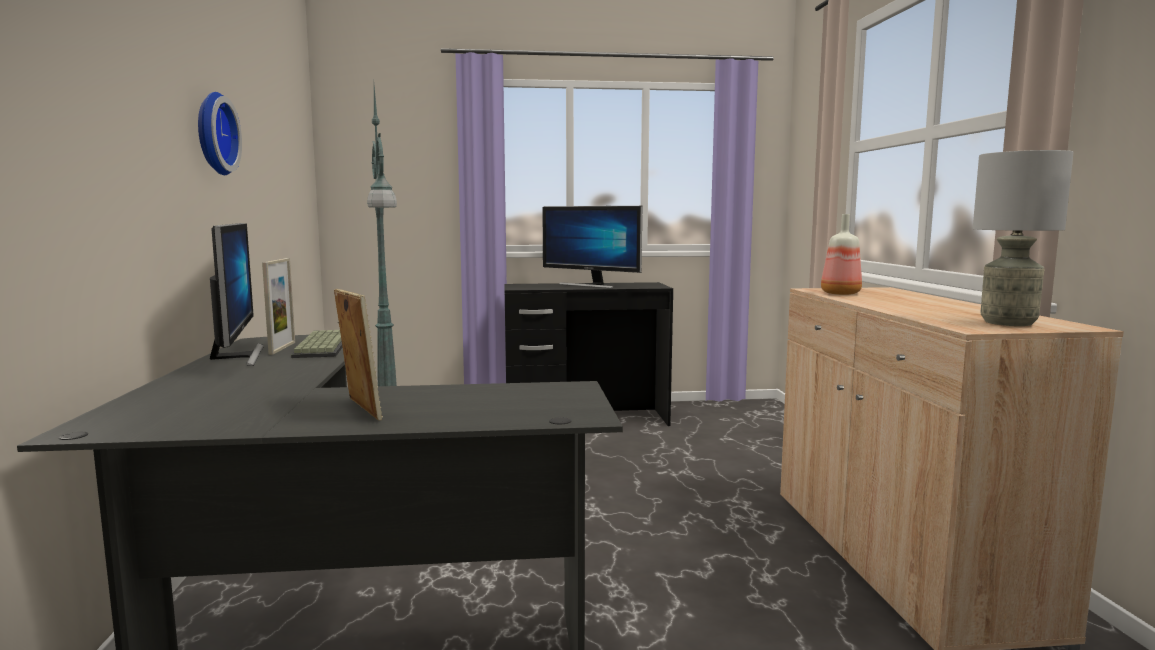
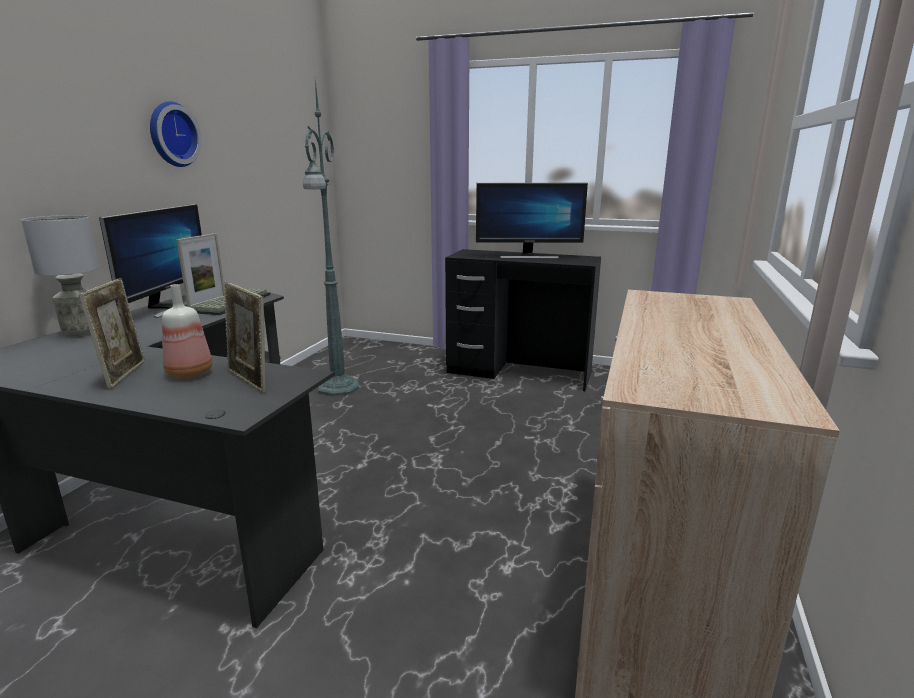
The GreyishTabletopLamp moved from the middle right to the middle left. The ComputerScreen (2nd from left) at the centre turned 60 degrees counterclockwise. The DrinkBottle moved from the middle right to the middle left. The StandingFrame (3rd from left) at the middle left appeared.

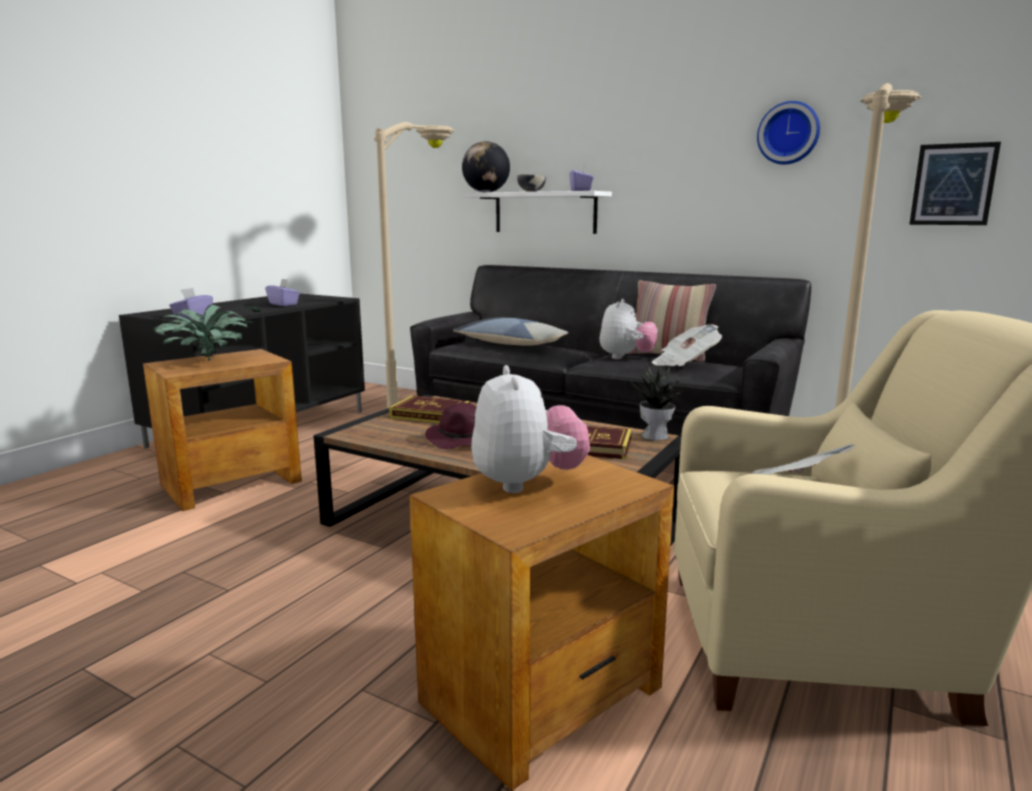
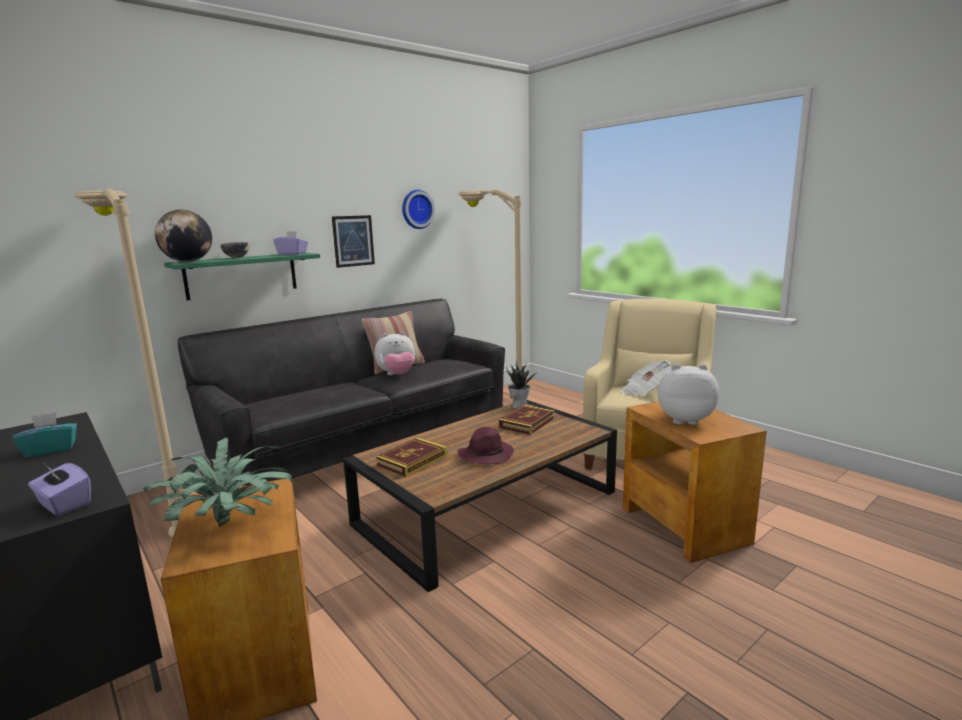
The Picture moved from the top right to the centre. The WhiteColouredShelf at the top centre became the GreenishShelf at the middle left. The PurpleTissueHolder (2nd from left) at the middle left became the TurquoiseTissueHolder at the middle left. The SoftToy (2nd from left in the first image) at the centre turned 120 degrees clockwise. The Pillow (1st from left) at the centre disappeared. The DailyPaper (1st from left) at the centre disappeared.

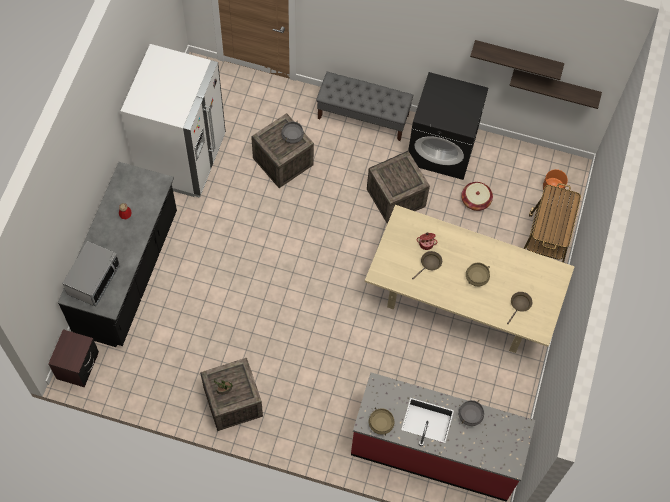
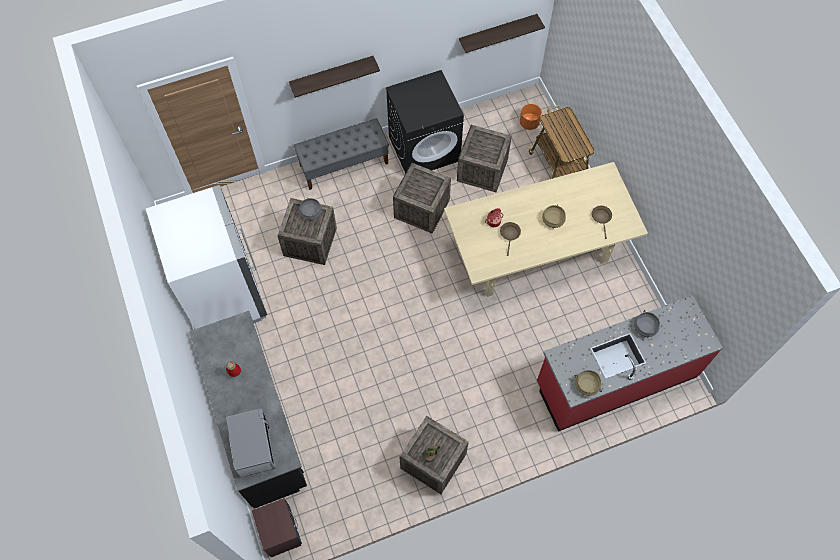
The Shelf (1st from left) moved from the top right to the top centre. The Basket at the middle right was replaced by the PackingCrate (4th from left) at the top centre.

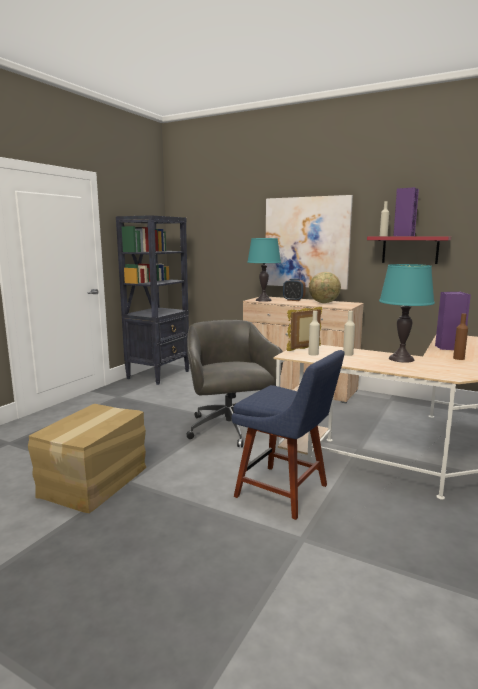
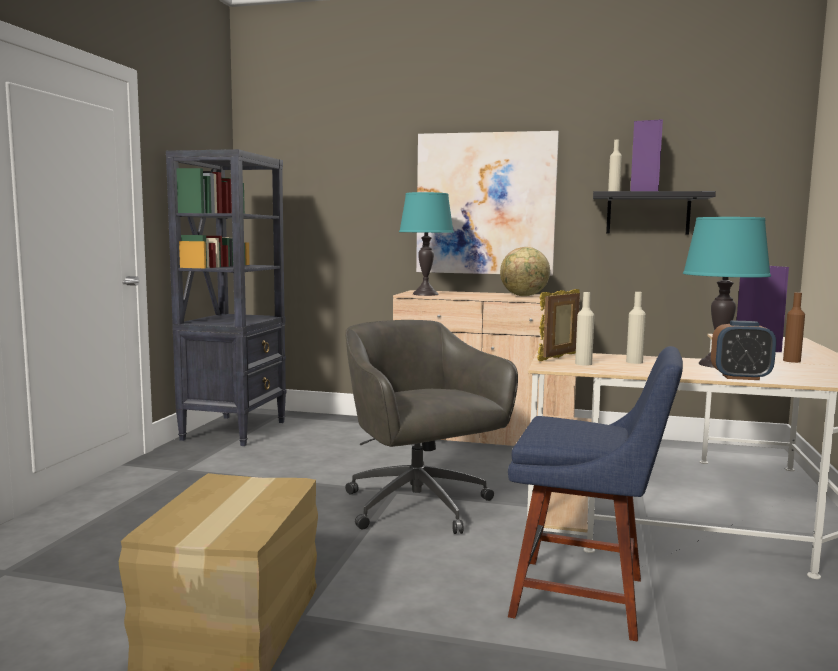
The RedColouredShelf at the middle right became the BlackShelf at the top right. The TableClock moved from the centre to the middle right.

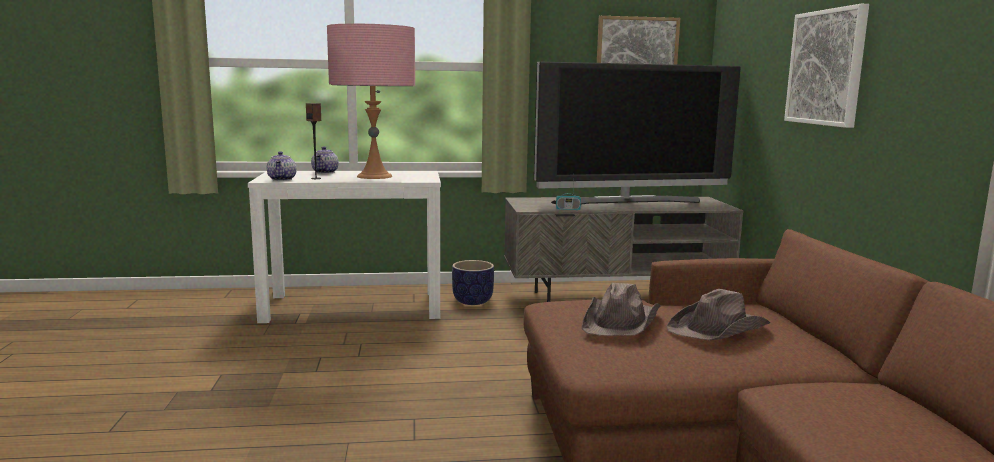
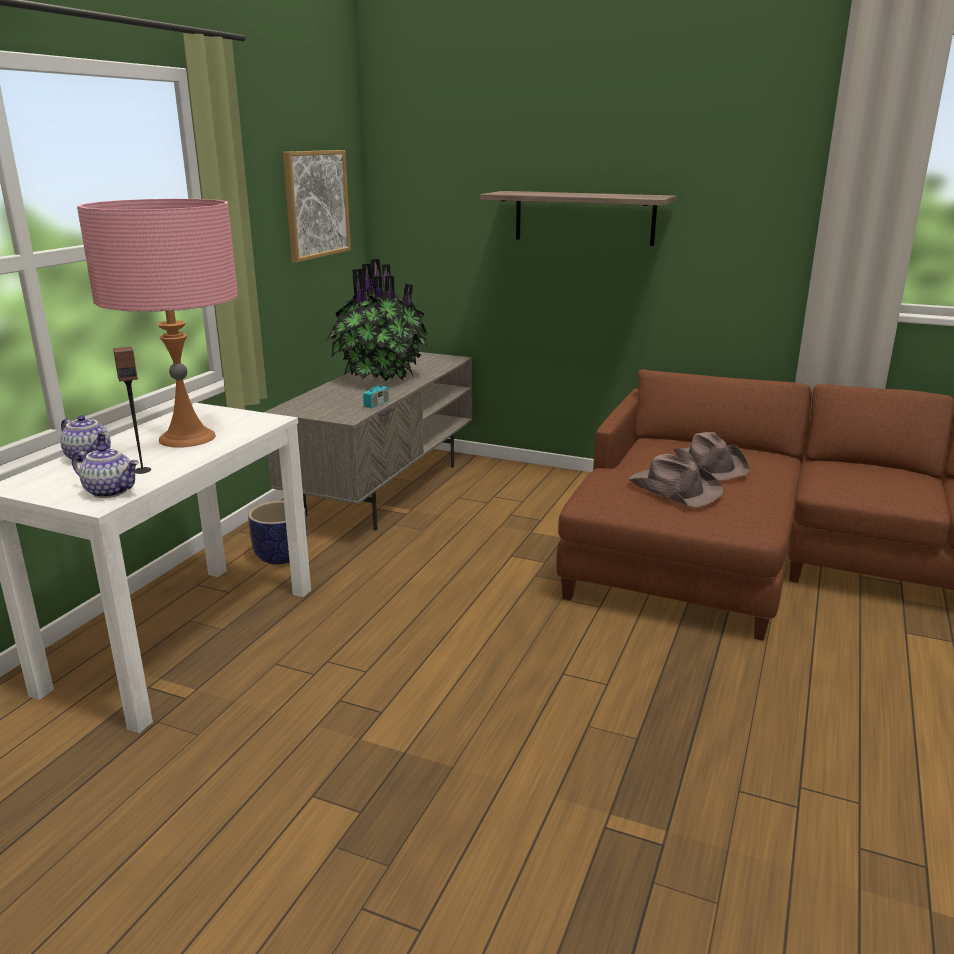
The Picture (2nd from left) at the top right was replaced by the Shelf at the top centre. The Television at the top centre was replaced by the PlantInAPot at the centre.

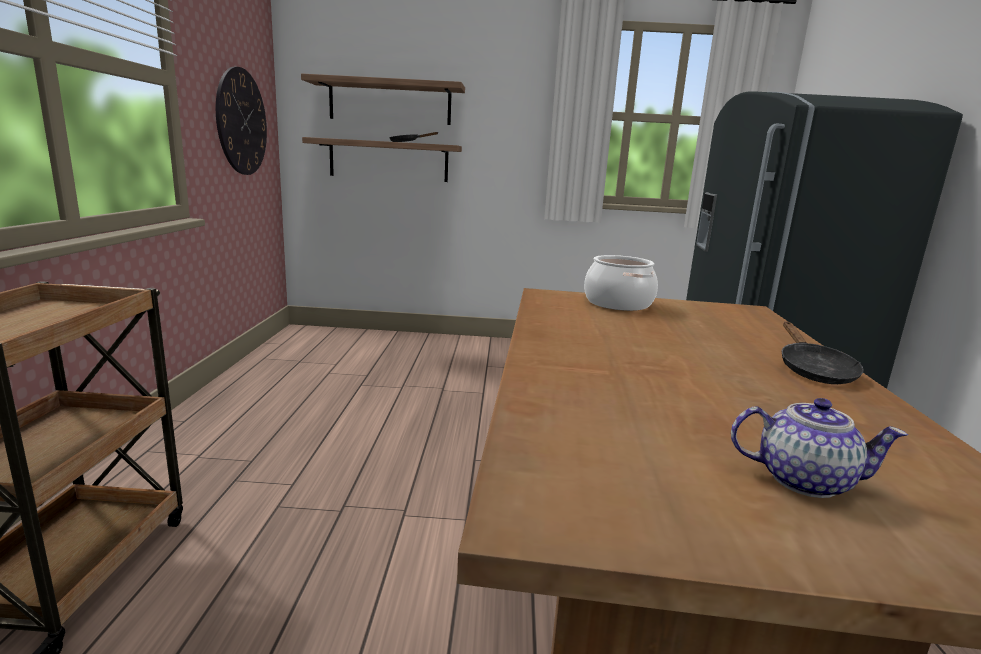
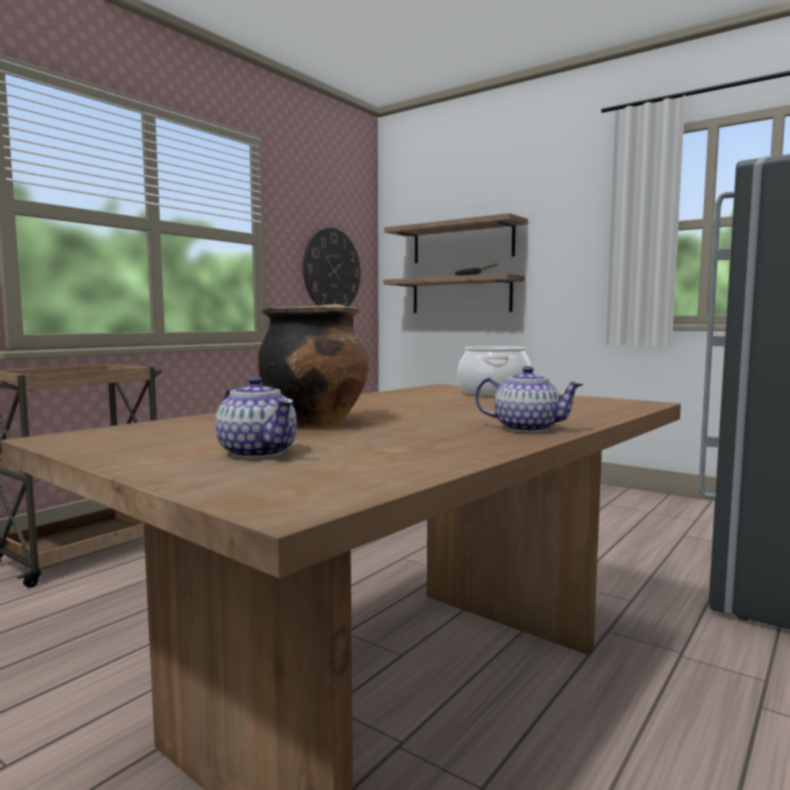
The BlackFryingPan (2nd from left) at the middle right was replaced by the TeaPot (2nd from left) at the middle right. The Stockpot (1st from left) at the centre appeared.

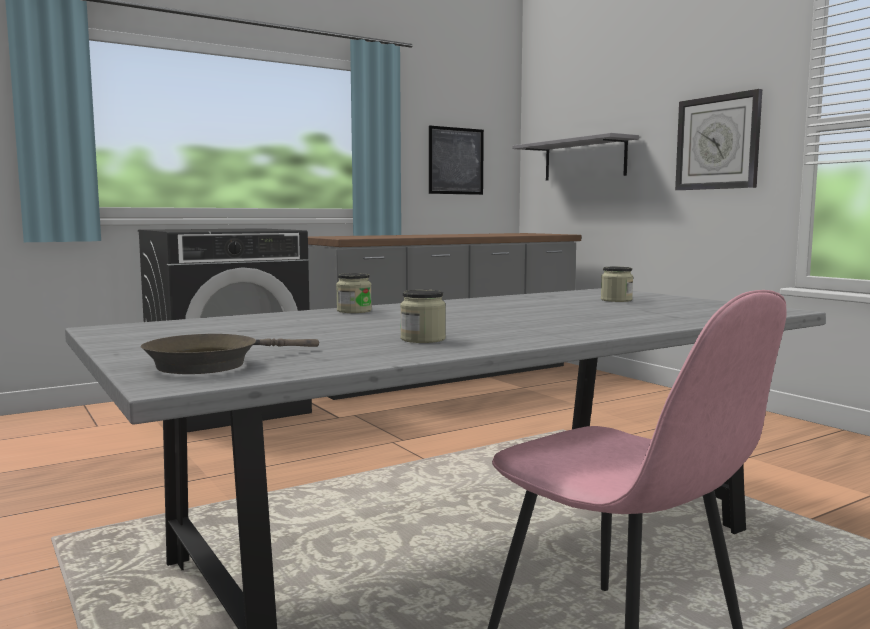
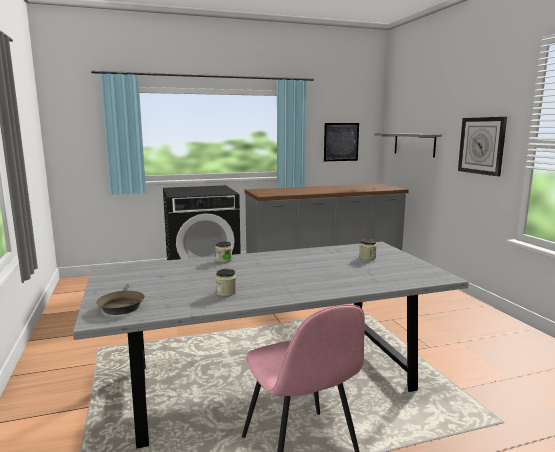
The BrownishFryingPan at the middle left turned 75 degrees counterclockwise.

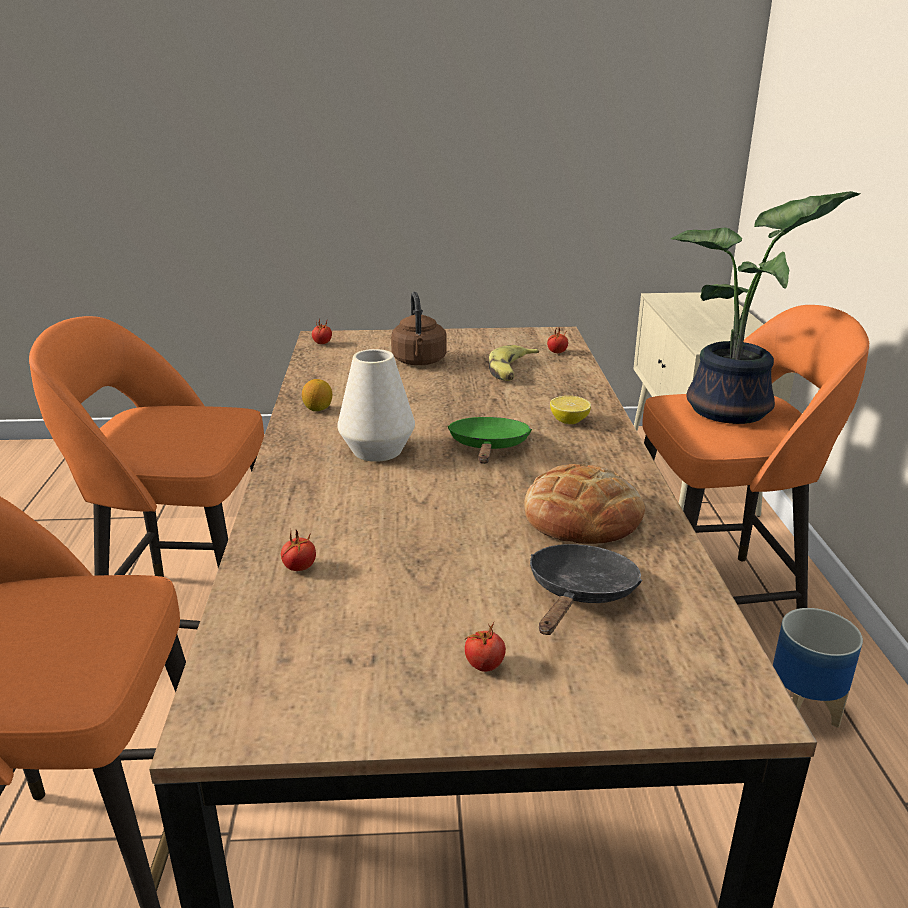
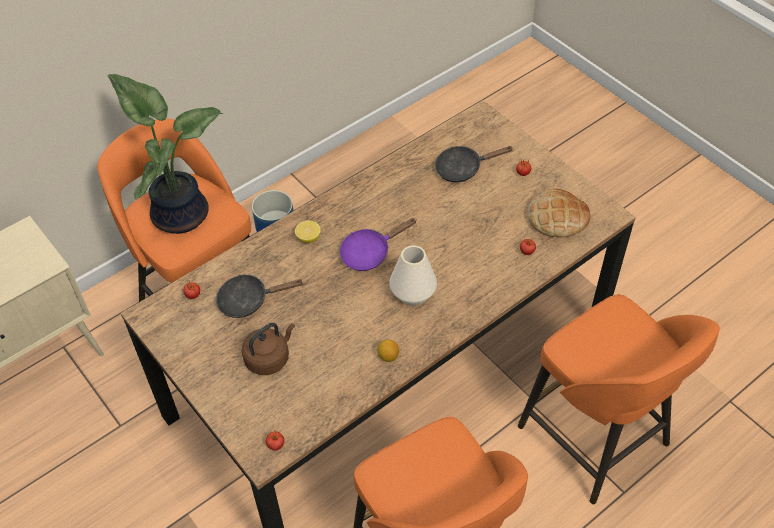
The BananaFruit at the centre was replaced by the BlackFryingPan (1st from left) at the centre. The GreenishFryingPan at the centre became the PurpleFryingPan at the centre. The Bread moved from the centre to the middle right.

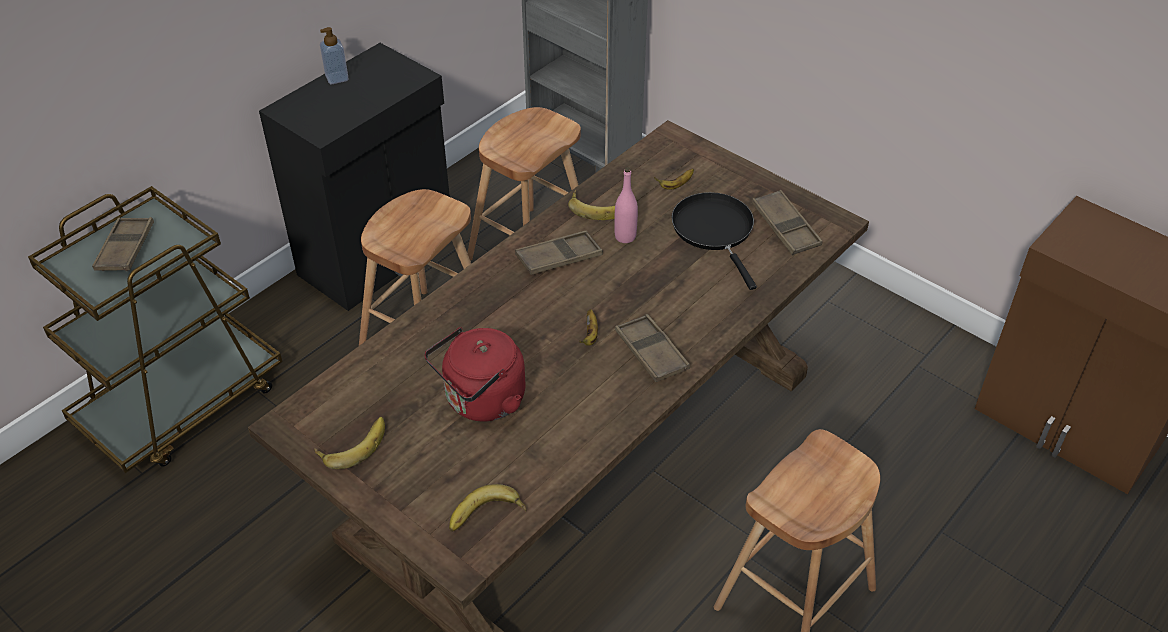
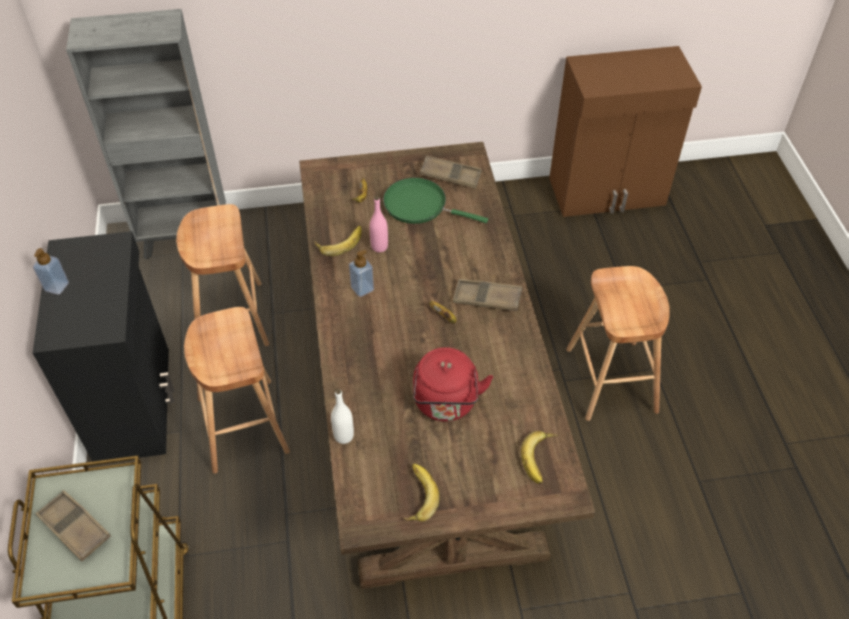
The BlackFryingPan at the centre became the GreenishFryingPan at the top centre. The BrownishServingTray (2nd from left) at the centre was replaced by the LiquidSoapBottle (2nd from left) at the centre. The WhiteColouredDrinkBottle at the bottom centre appeared.

